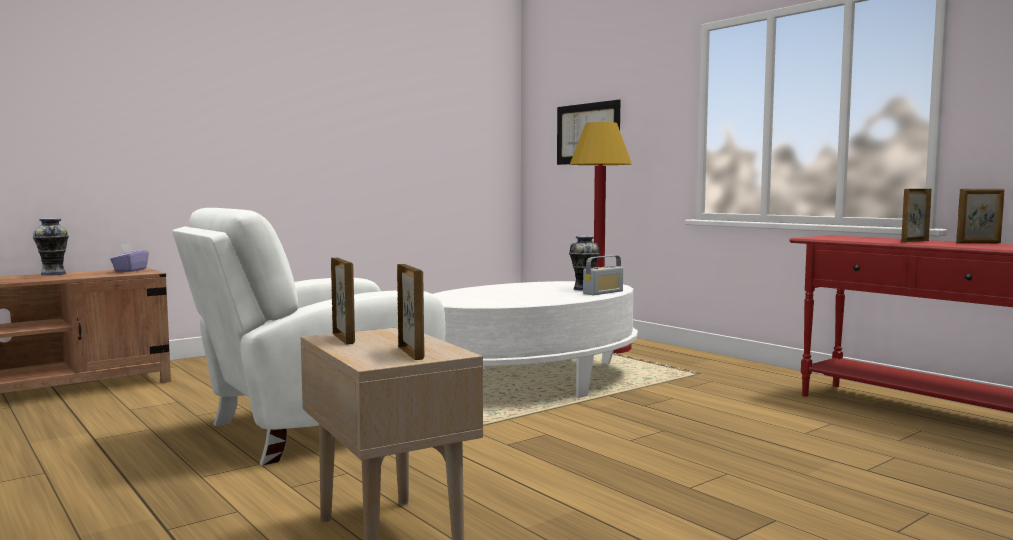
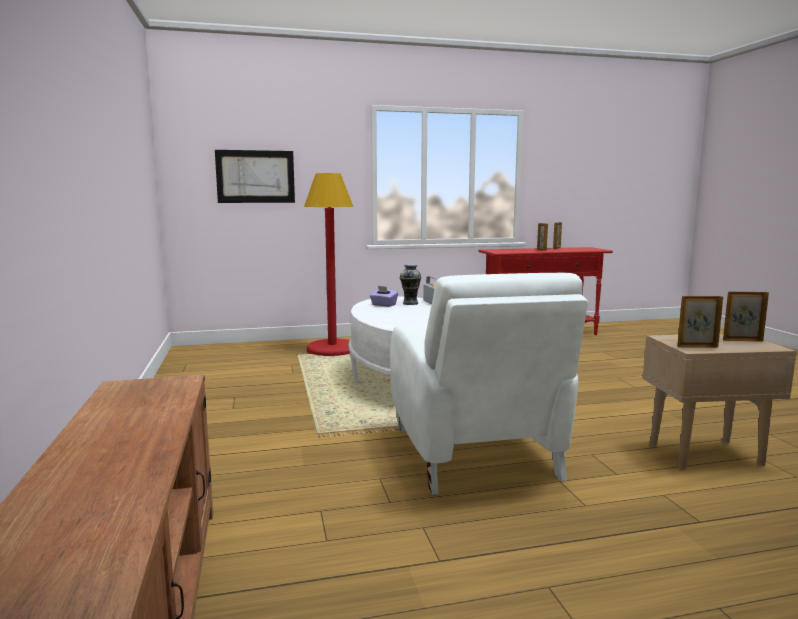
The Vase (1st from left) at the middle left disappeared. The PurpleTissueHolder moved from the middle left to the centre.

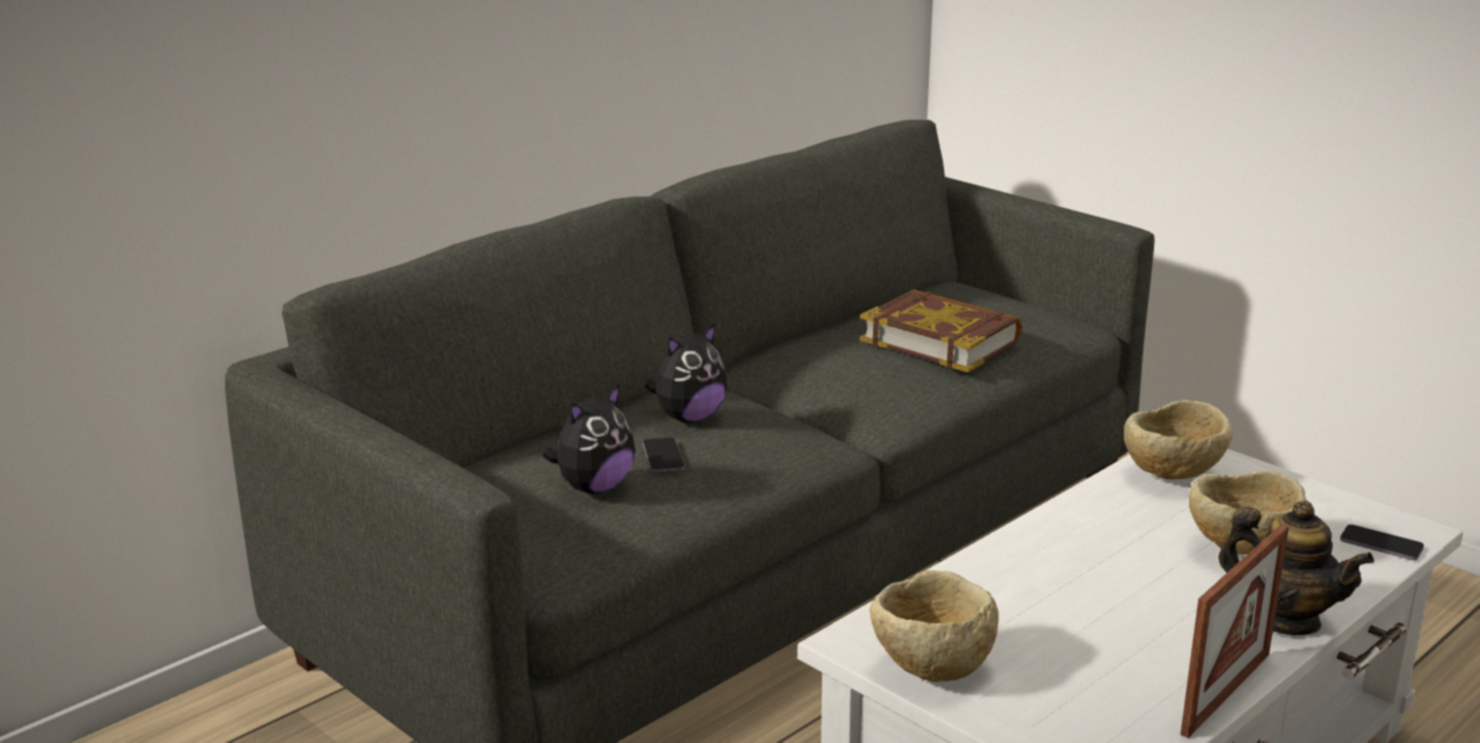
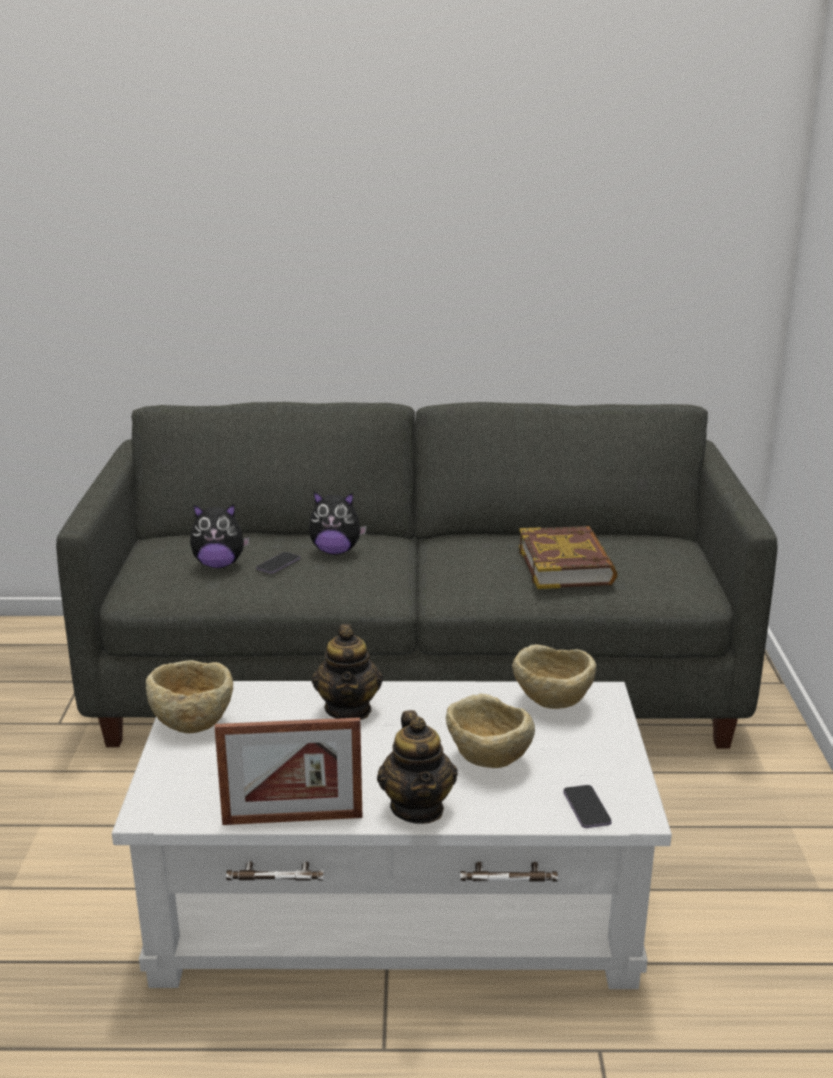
The TeaPot (1st from left) at the centre appeared.

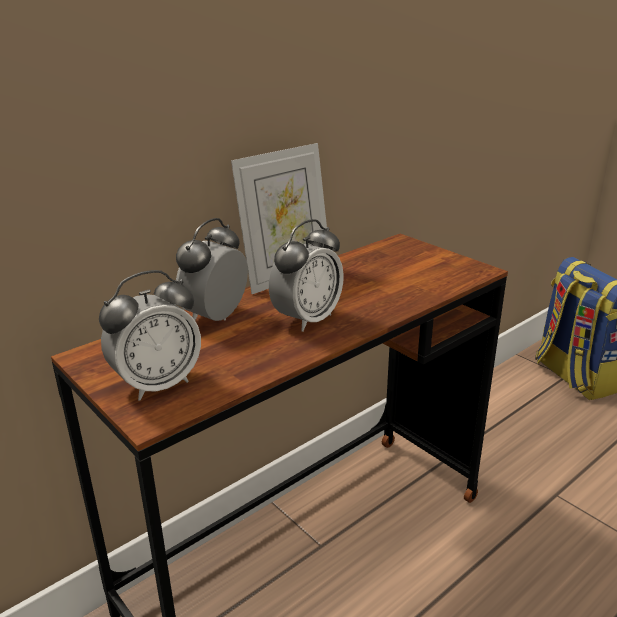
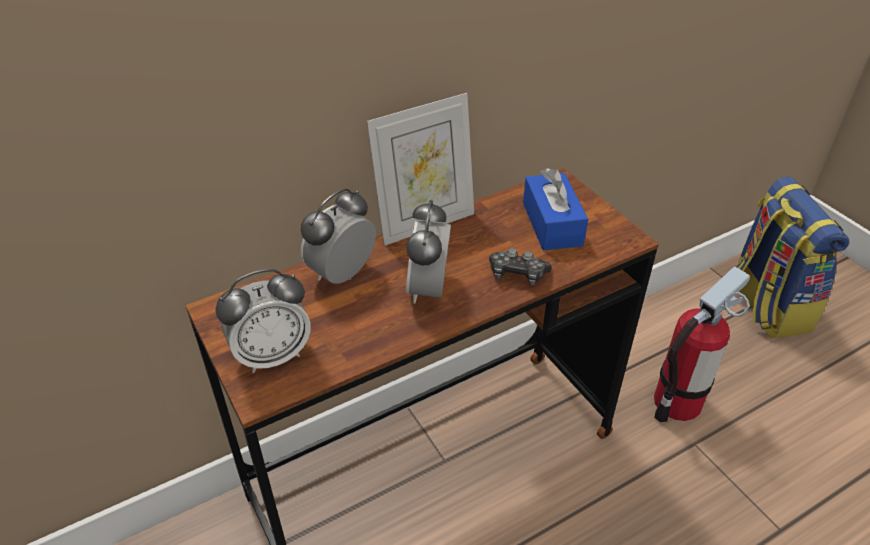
The TableClock (3rd from left) at the centre turned 135 degrees clockwise. The BlueTissueHolder at the centre appeared. The GameController at the centre appeared. The Extinguisher at the middle right appeared.

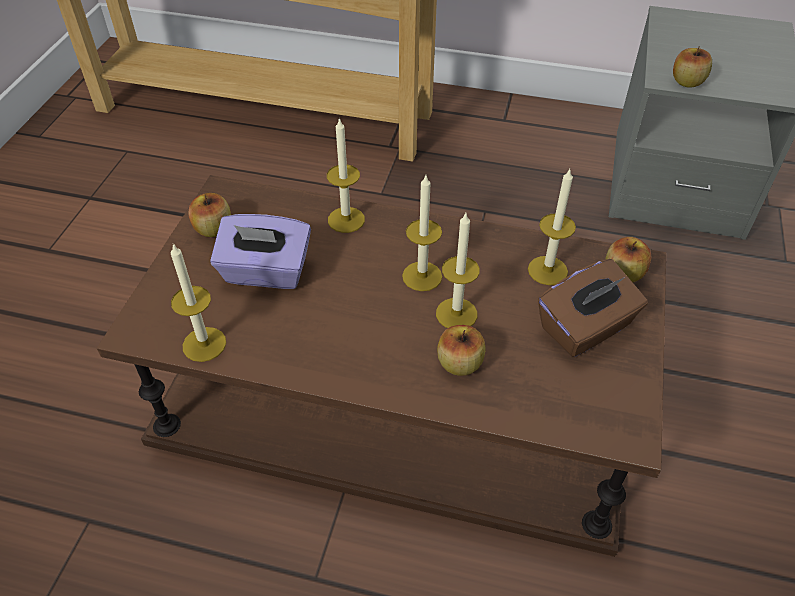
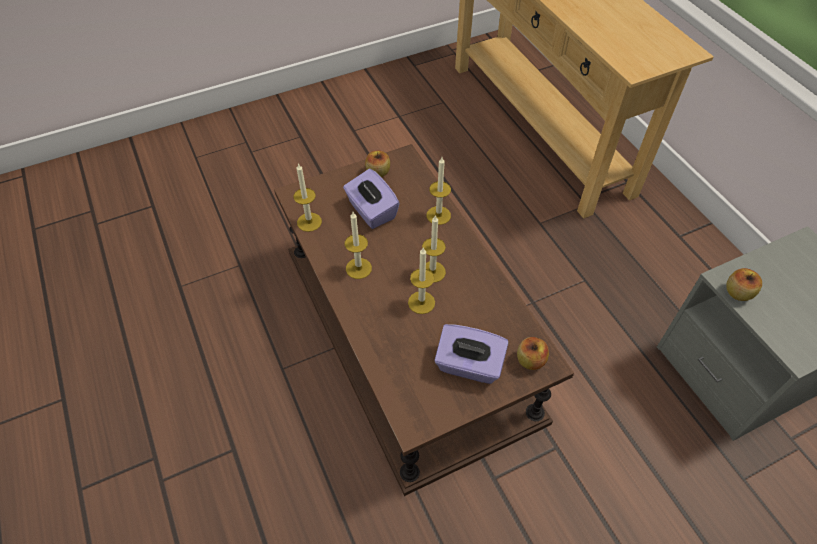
The WaxCandle (5th from left in the first image) moved from the middle right to the centre. The BrownishTissueHolder at the middle right became the PurpleTissueHolder (2nd from left) at the centre. The Apple (2nd from left) at the centre disappeared.

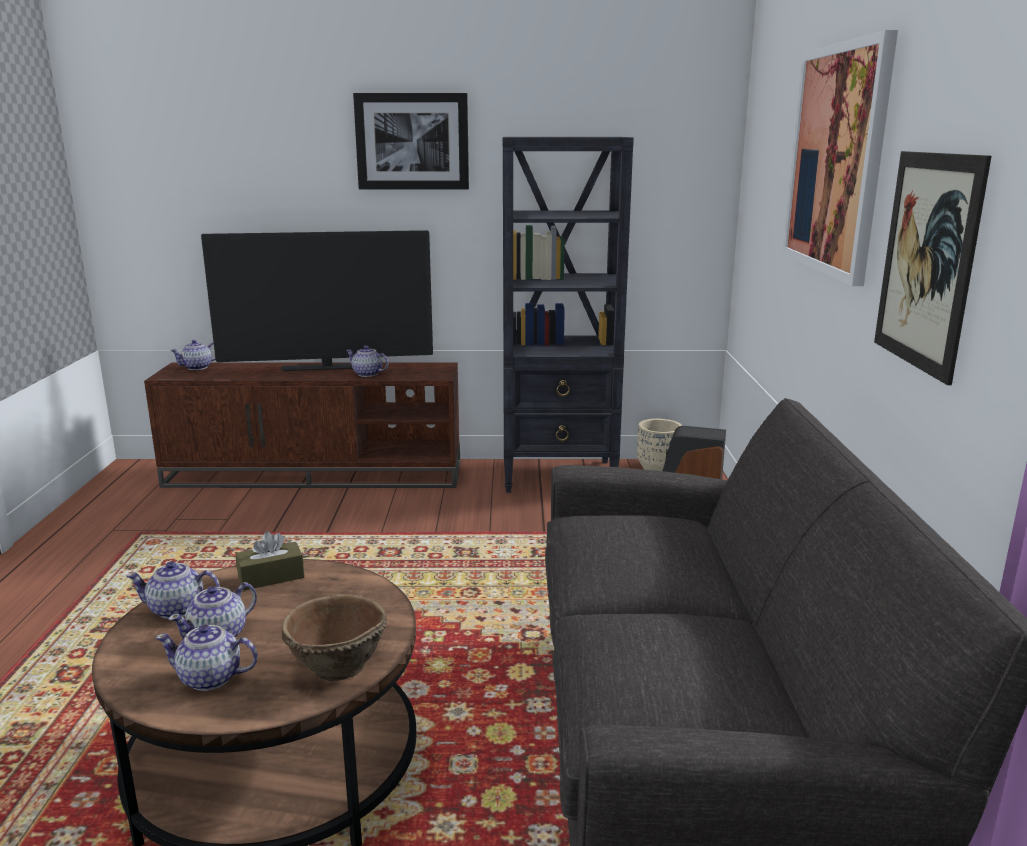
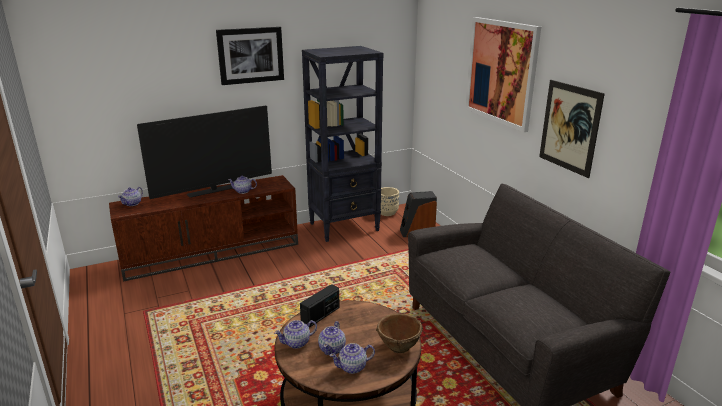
The BrownishTissueHolder at the middle left was replaced by the RadioSet at the bottom centre.

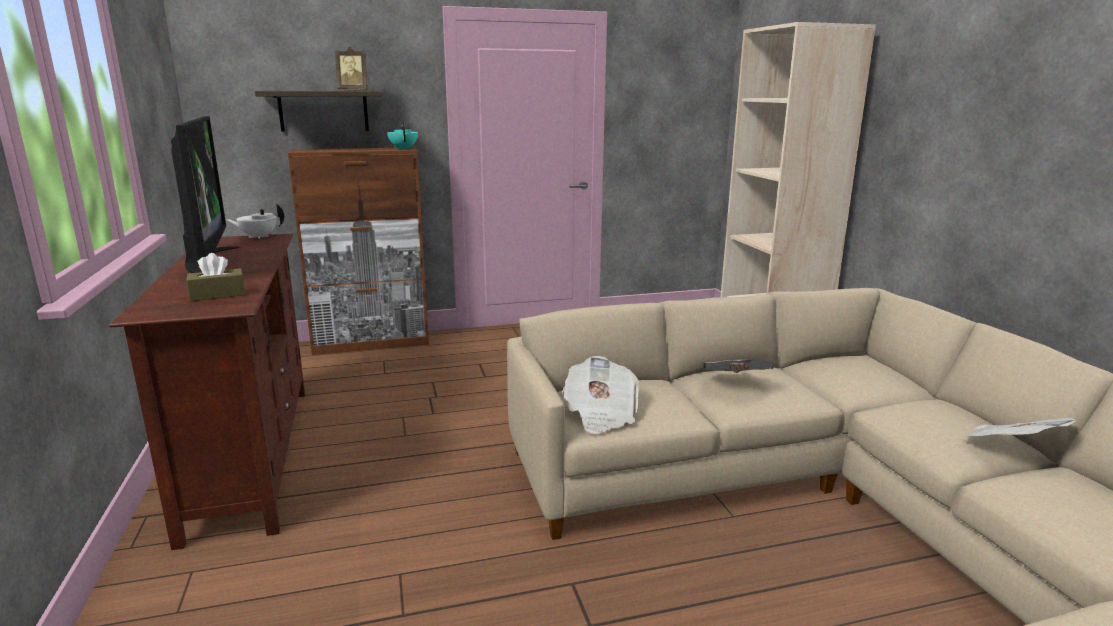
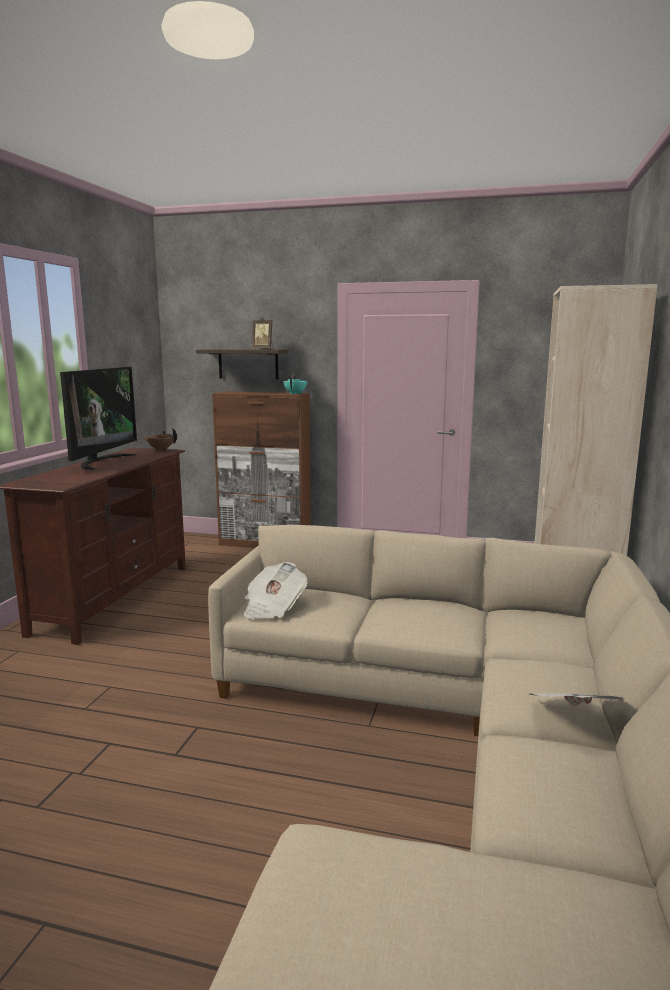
The WhiteColouredTeaPot at the middle left became the BrownishTeaPot at the middle left. The BrownishTissueHolder at the middle left disappeared. The DailyPaper (2nd from left) at the centre disappeared.

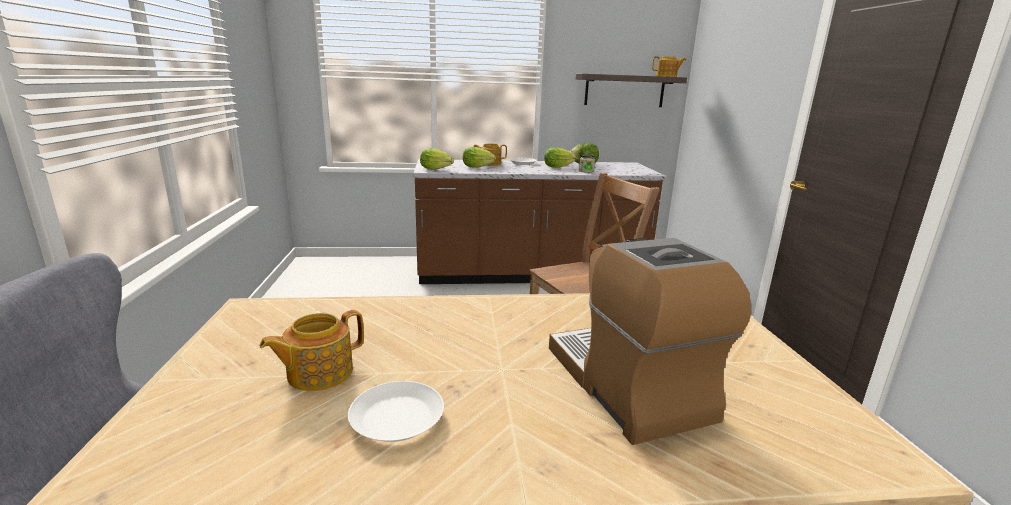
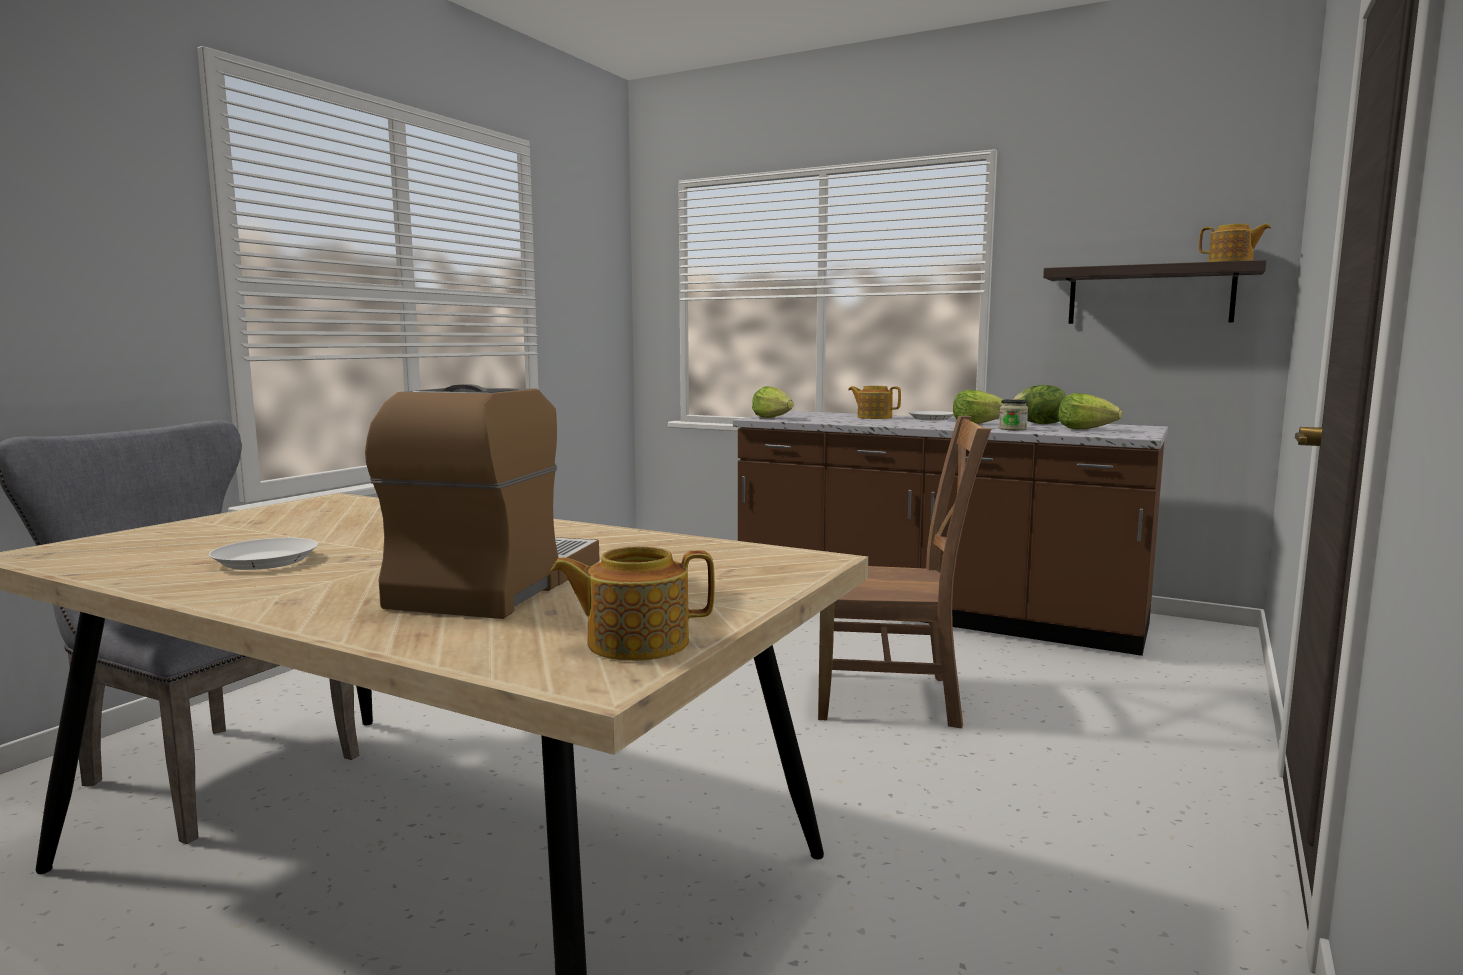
The LettuceHead (2nd from left in the first image) moved from the top centre to the middle right. The TeaPot (1st from left) moved from the bottom left to the centre.

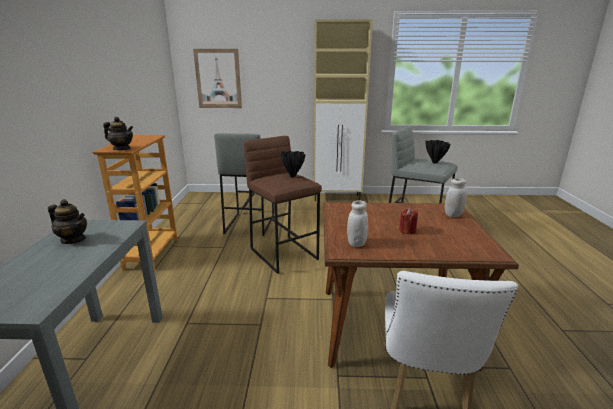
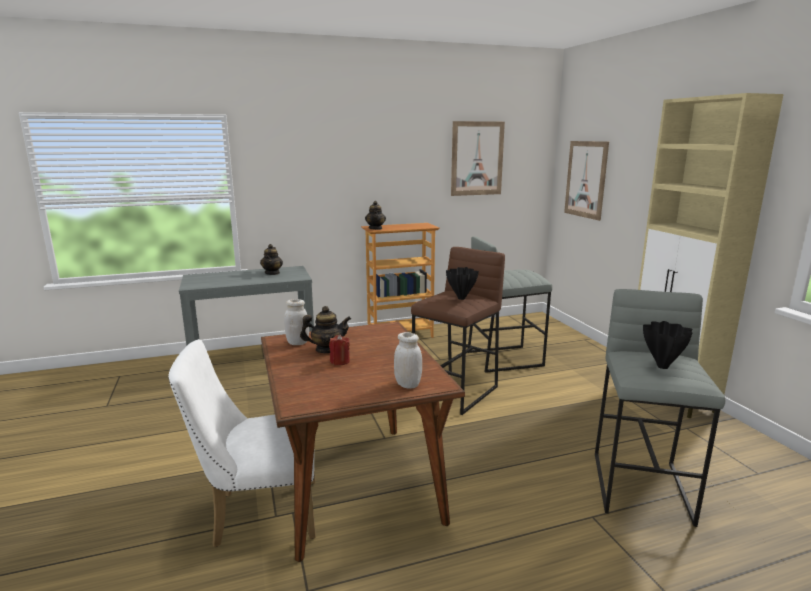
The Picture (1st from left) at the top centre appeared. The TeaPot (2nd from left) at the centre appeared.

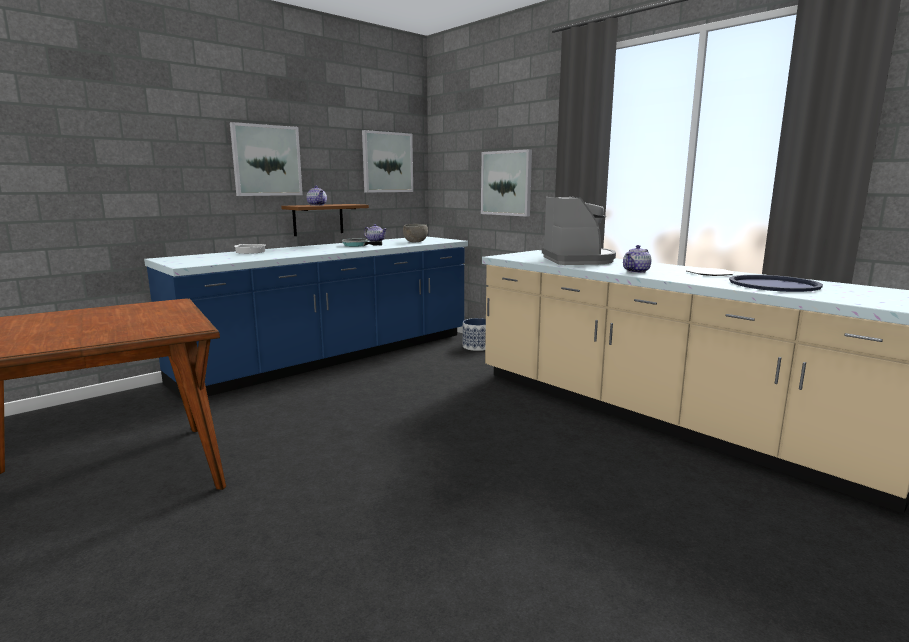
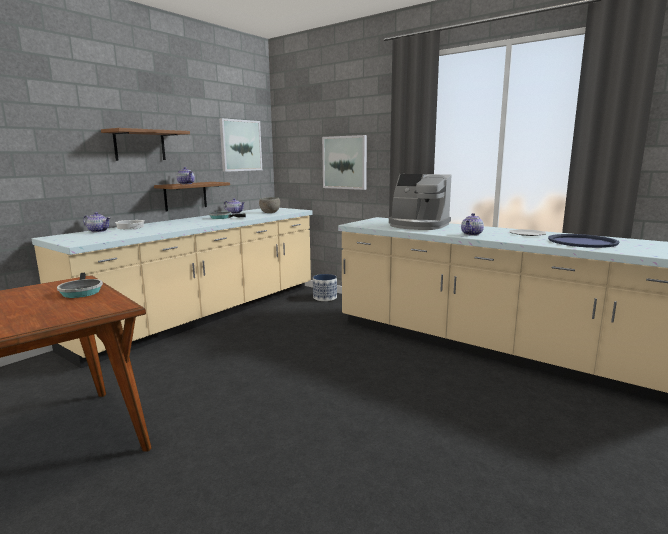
The Picture (1st from left) at the top left was replaced by the BrownishShelf (1st from left) at the top left. The CoffeeMaker at the centre turned 135 degrees clockwise. The BlueCounter at the centre became the BeigeCounter (1st from left) at the middle left. The TeaPot (1st from left) at the middle left appeared. The FryingPan (1st from left) at the middle left appeared.

